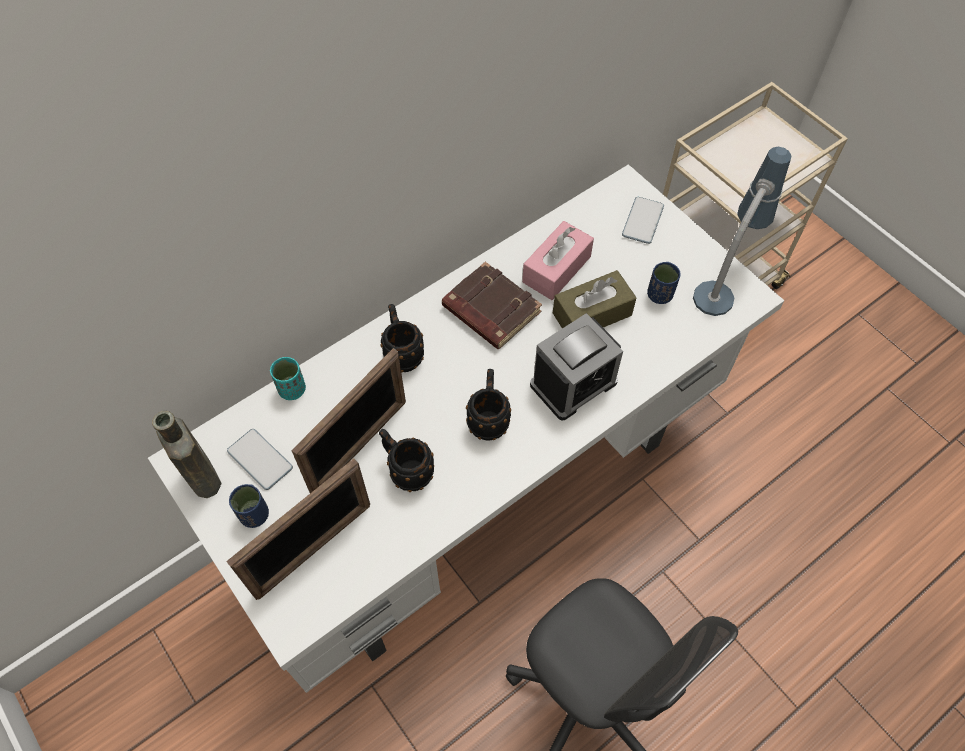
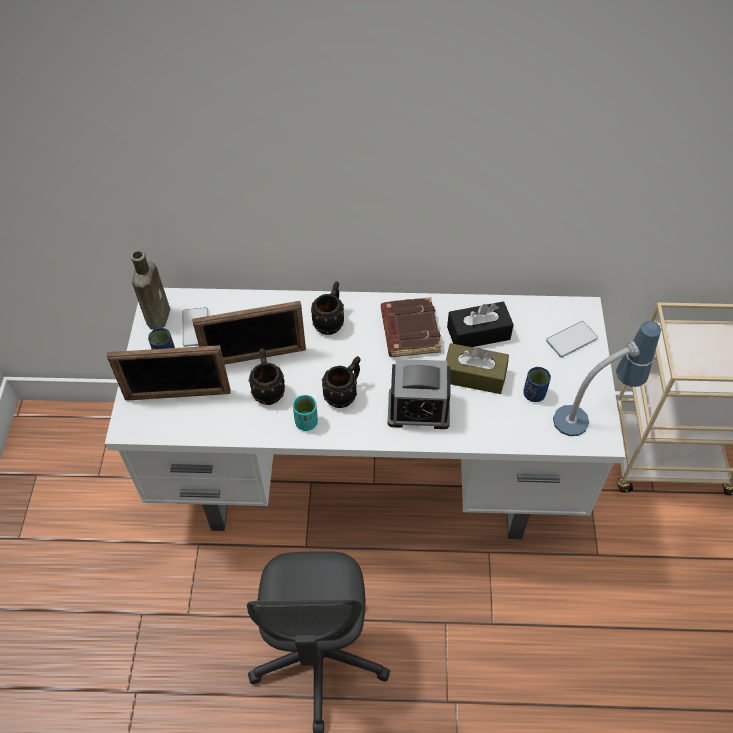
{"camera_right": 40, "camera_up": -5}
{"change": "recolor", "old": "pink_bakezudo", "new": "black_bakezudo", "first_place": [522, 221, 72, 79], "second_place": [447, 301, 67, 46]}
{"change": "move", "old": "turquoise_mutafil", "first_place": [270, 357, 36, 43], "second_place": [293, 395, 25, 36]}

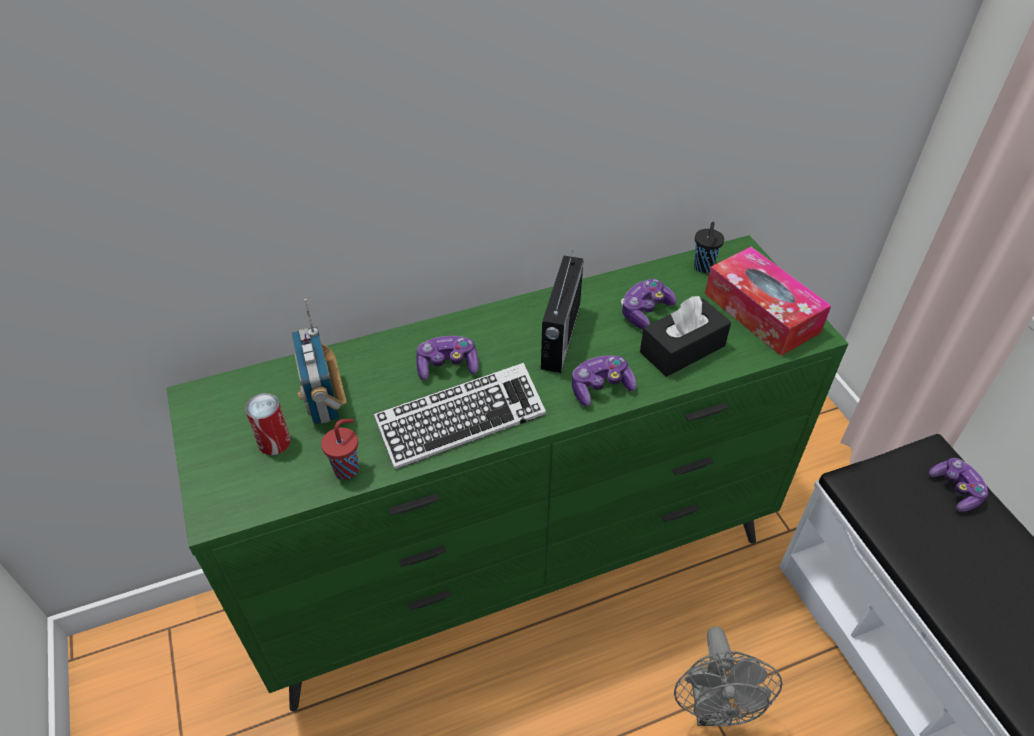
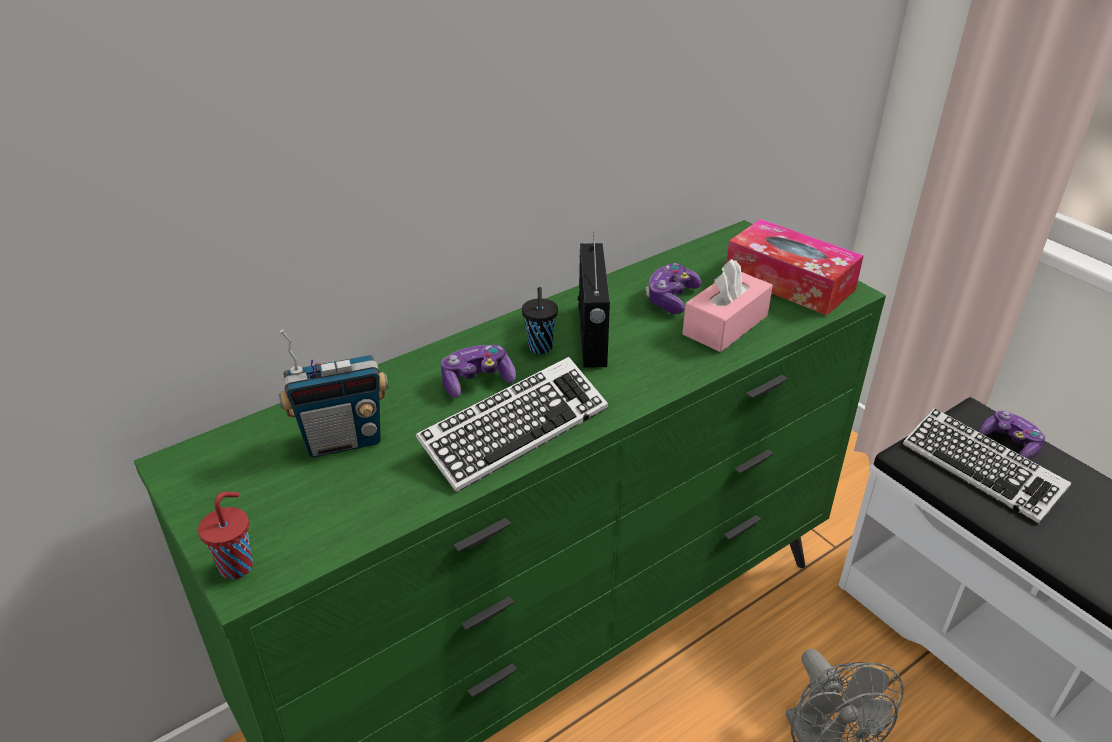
{"camera_right": -15, "camera_up": -10}
{"change": "move", "old": "black_mutafil", "first_place": [694, 222, 30, 51], "second_place": [522, 287, 36, 67]}
{"change": "recolor", "old": "black_bakezudo", "new": "pink_bakezudo", "first_place": [640, 296, 91, 81], "second_place": [682, 259, 91, 93]}
{"change": "rotate", "old": "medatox", "first_place": [292, 299, 54, 125], "second_place": [278, 329, 111, 128], "degrees": -75}
{"change": "delete", "old": "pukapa", "first_place": [572, 356, 65, 50]}
{"change": "delete", "old": "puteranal", "first_place": [245, 393, 46, 62]}
{"change": "move", "old": "red_mutafil", "first_place": [321, 419, 38, 61], "second_place": [198, 492, 55, 87]}
{"change": "insert", "new": "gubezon", "second_place": [903, 408, 168, 116]}

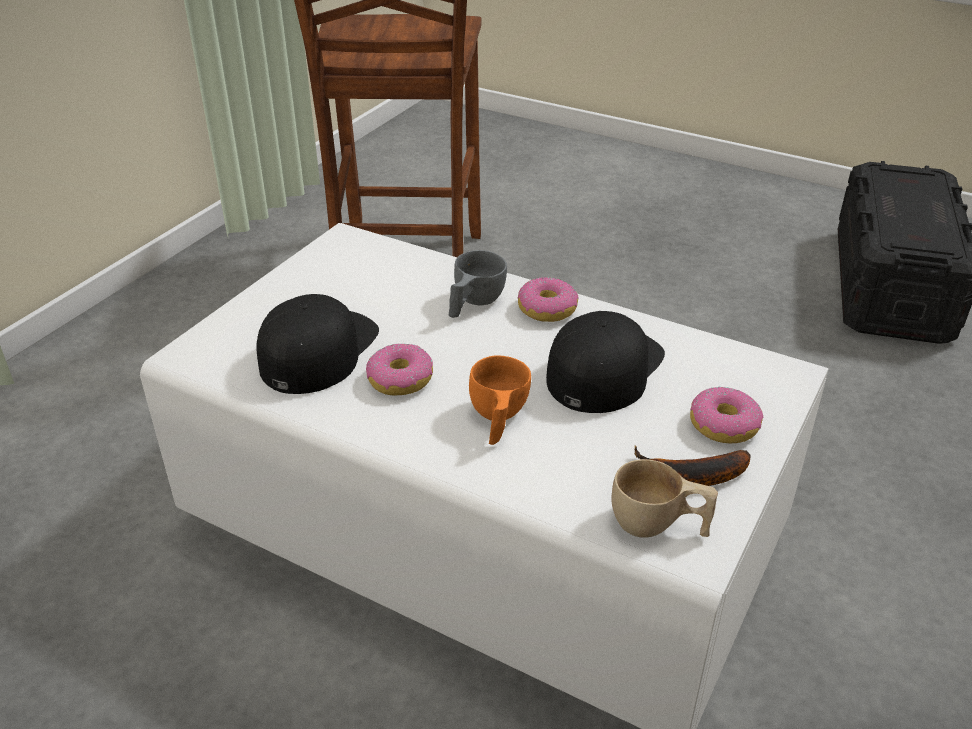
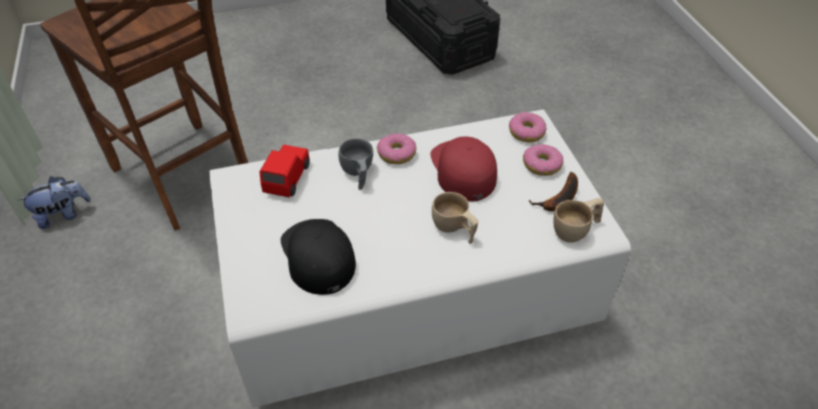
{"camera_right": -45, "camera_up": 10}
{"change": "recolor", "old": "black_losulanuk", "new": "red_losulanuk", "first_place": [546, 311, 119, 102], "second_place": [430, 136, 67, 65]}
{"change": "move", "old": "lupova", "first_place": [366, 343, 67, 53], "second_place": [509, 112, 38, 31]}
{"change": "recolor", "old": "orange_mutafil", "new": "beige_mutafil", "first_place": [469, 356, 62, 89], "second_place": [432, 192, 46, 52]}
{"change": "insert", "new": "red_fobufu", "second_place": [259, 145, 51, 52]}
{"change": "insert", "new": "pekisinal", "second_place": [17, 176, 74, 53]}

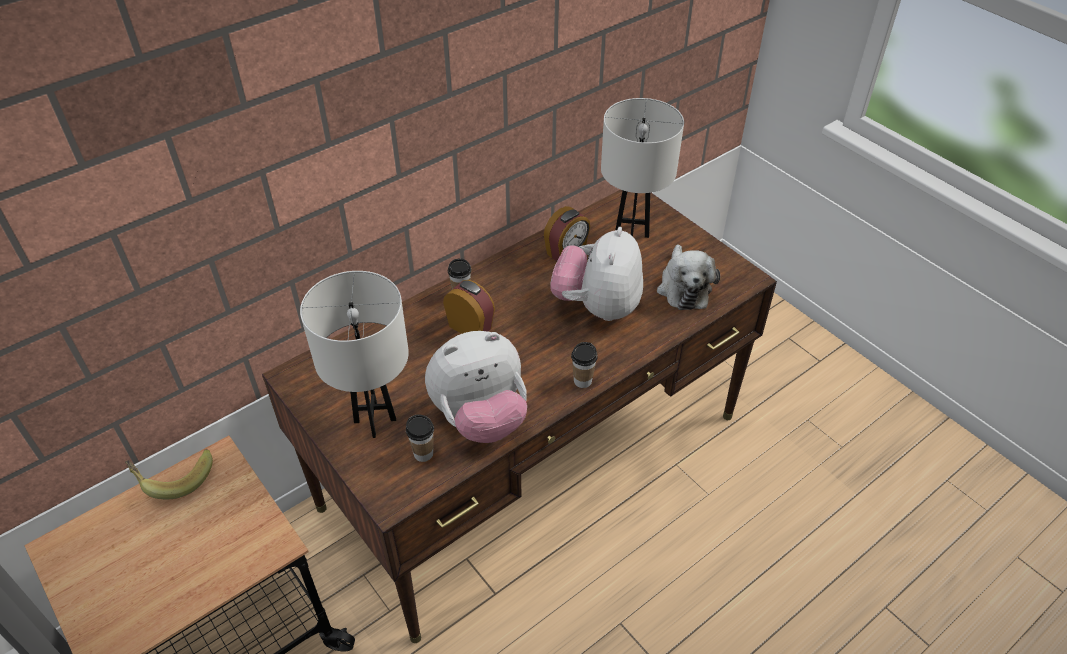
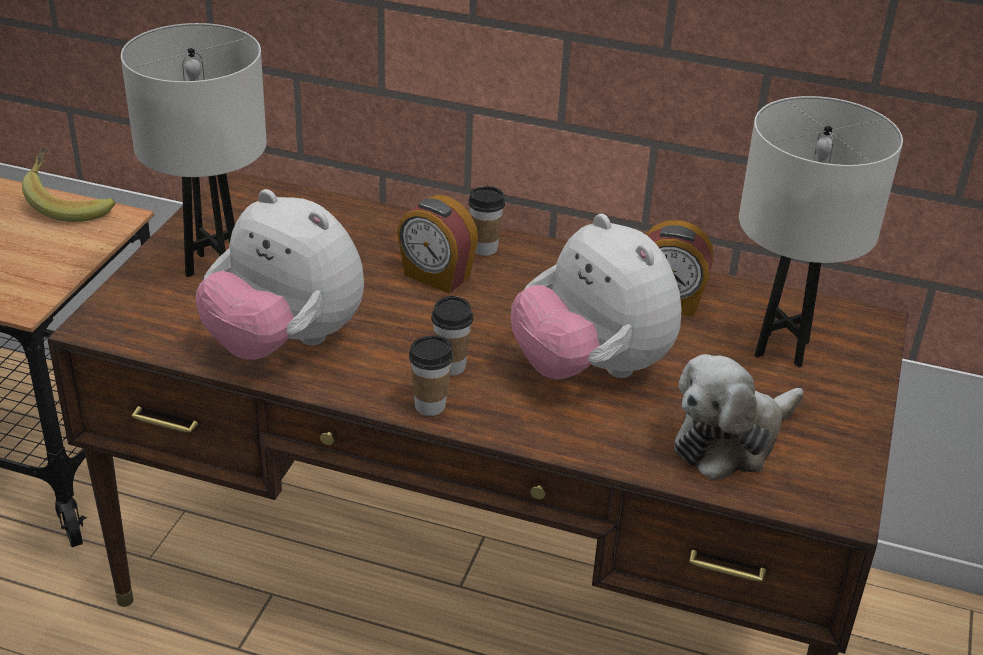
{"camera_right": 55, "camera_up": -10}
{"change": "rotate", "old": "pekisinal", "first_place": [550, 227, 93, 94], "second_place": [511, 214, 171, 165], "degrees": -105}
{"change": "rotate", "old": "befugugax", "first_place": [443, 280, 52, 54], "second_place": [397, 195, 81, 99], "degrees": 120}
{"change": "move", "old": "mutafil", "first_place": [406, 415, 28, 47], "second_place": [431, 296, 42, 80]}

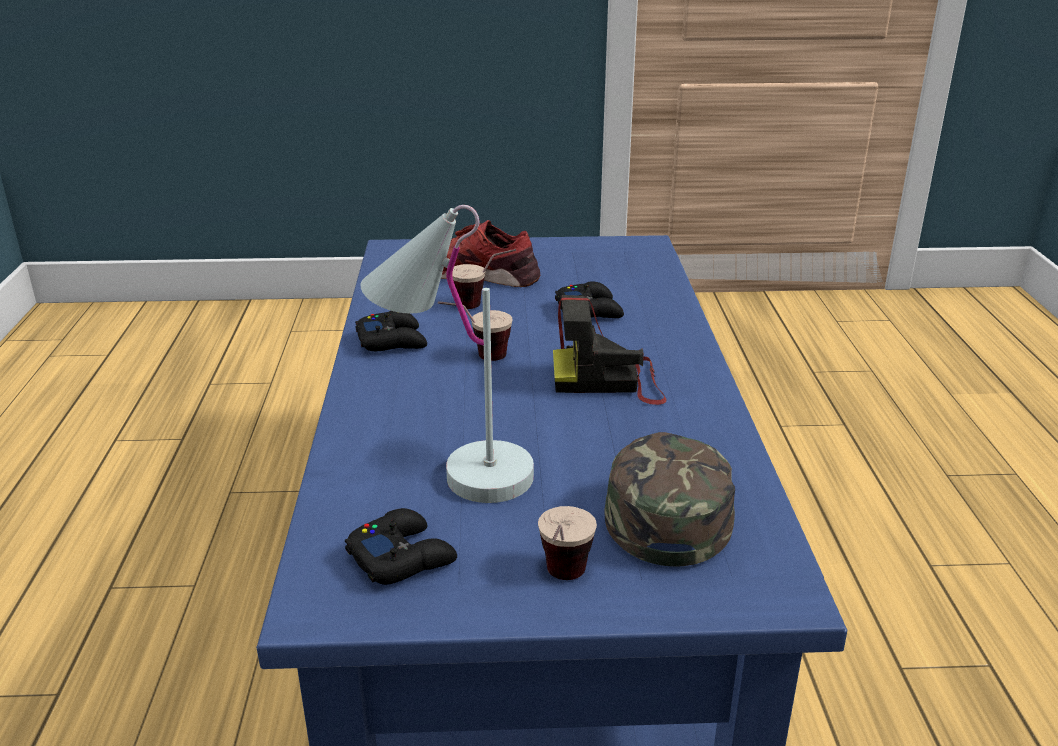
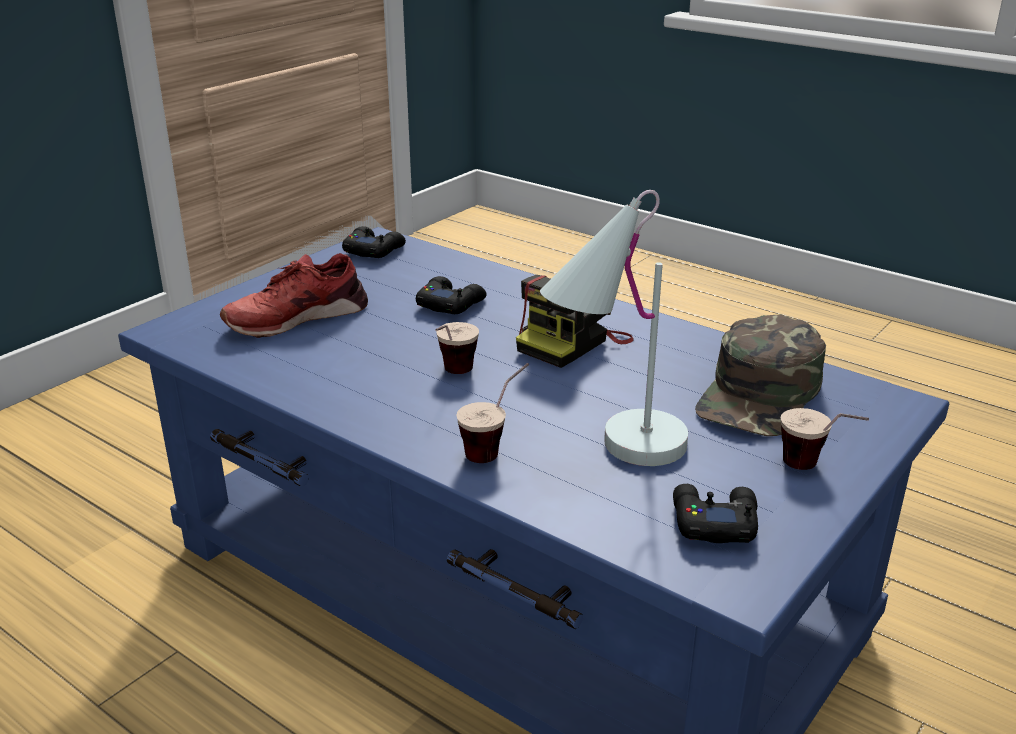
{"camera_right": -50, "camera_up": 0}
{"change": "move", "old": "mutafil", "first_place": [452, 249, 64, 60], "second_place": [456, 363, 73, 100]}
{"change": "move", "old": "black_pukapa", "first_place": [355, 311, 72, 40], "second_place": [342, 226, 64, 32]}
{"change": "rotate", "old": "green_losulanuk", "first_place": [605, 432, 130, 135], "second_place": [695, 315, 131, 121], "degrees": -105}

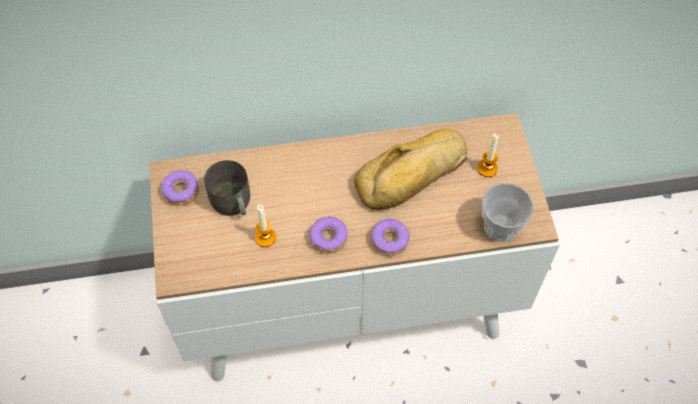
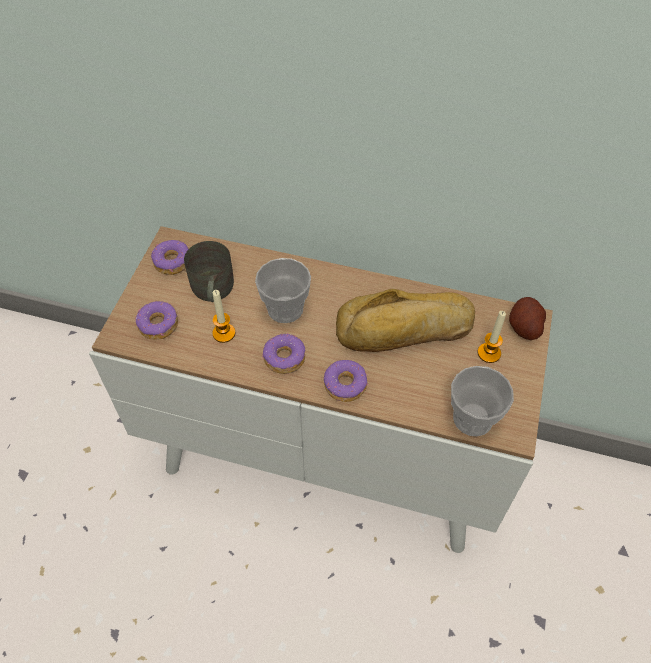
{"camera_right": 25, "camera_up": -5}
{"change": "insert", "new": "mutafil", "second_place": [255, 258, 56, 65]}
{"change": "insert", "new": "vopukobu", "second_place": [509, 297, 37, 43]}
{"change": "insert", "new": "lupova", "second_place": [135, 301, 43, 39]}

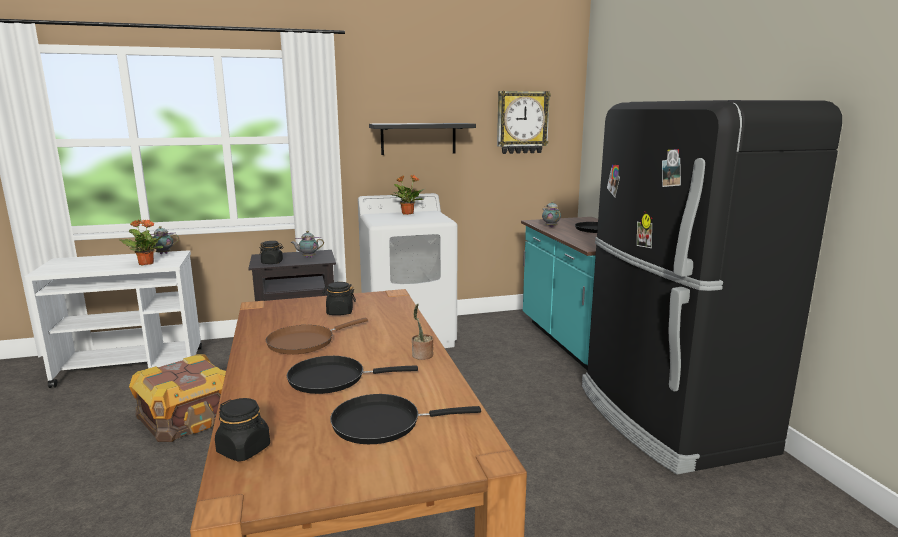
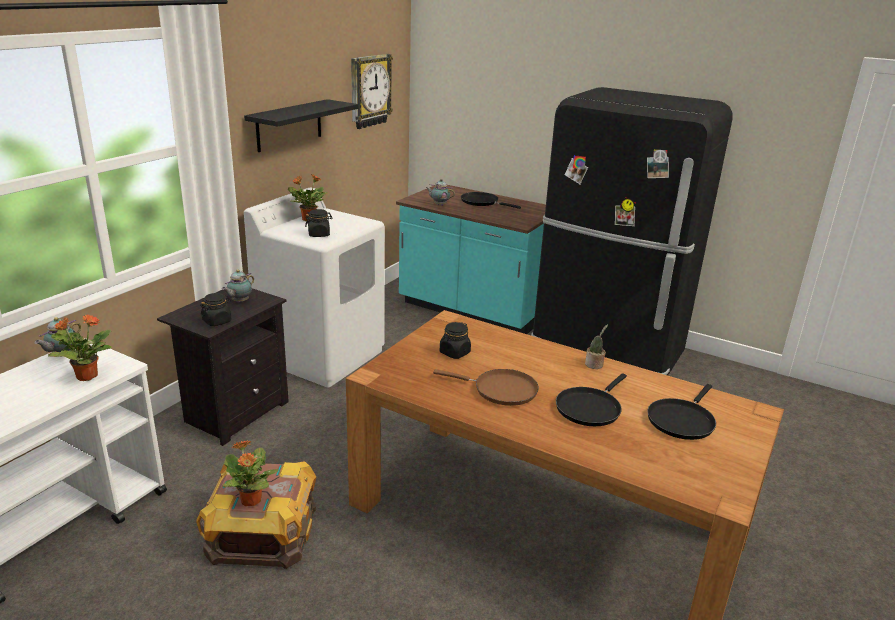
{"camera_right": -45, "camera_up": 10}
{"change": "rotate", "old": "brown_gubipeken", "first_place": [266, 318, 102, 36], "second_place": [433, 369, 106, 37], "degrees": -75}
{"change": "move", "old": "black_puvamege", "first_place": [215, 398, 55, 63], "second_place": [305, 209, 27, 28]}
{"change": "insert", "new": "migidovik", "second_place": [223, 440, 55, 66]}

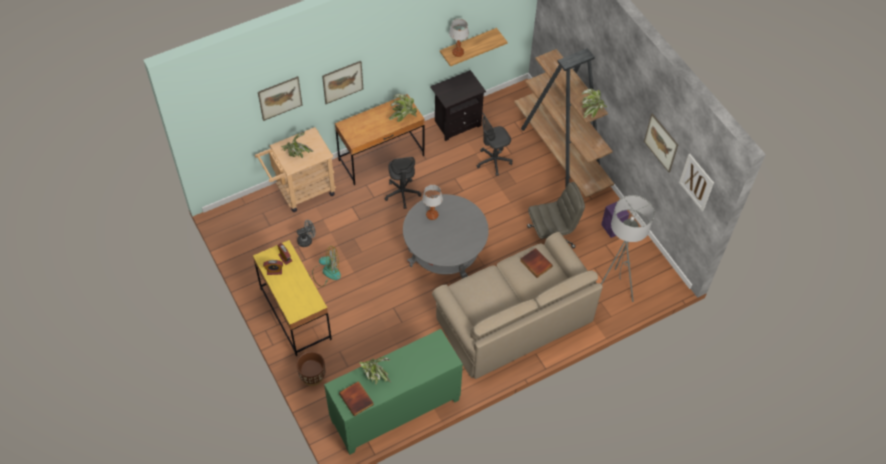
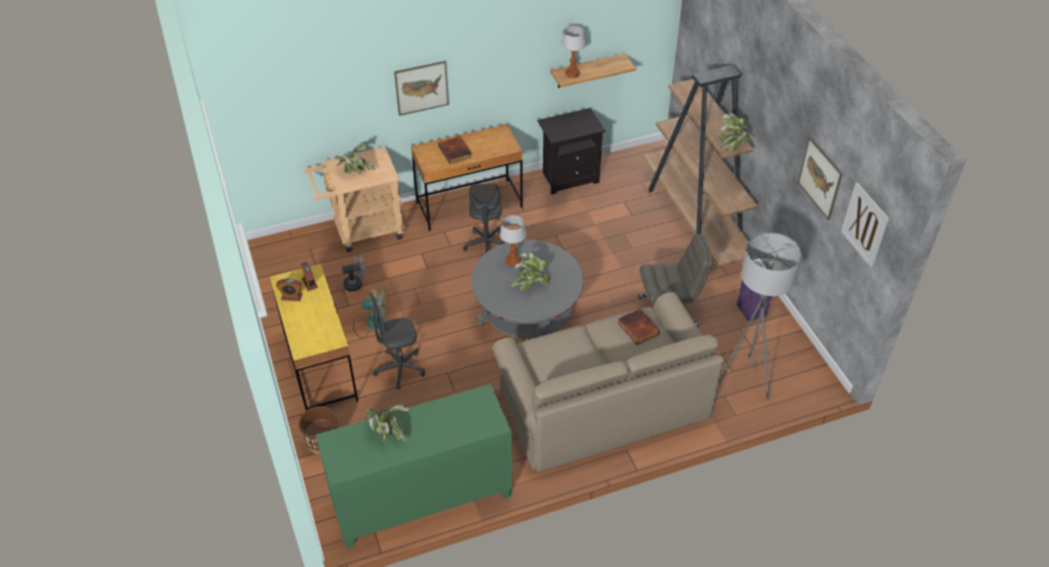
{"camera_right": 10, "camera_up": -10}
{"change": "delete", "old": "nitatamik", "first_place": [258, 76, 45, 45]}
{"change": "move", "old": "migidovik", "first_place": [389, 94, 28, 28], "second_place": [510, 252, 41, 39]}
{"change": "move", "old": "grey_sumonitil", "first_place": [477, 113, 35, 63], "second_place": [368, 292, 57, 98]}
{"change": "move", "old": "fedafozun", "first_place": [339, 381, 35, 35], "second_place": [438, 136, 34, 28]}

